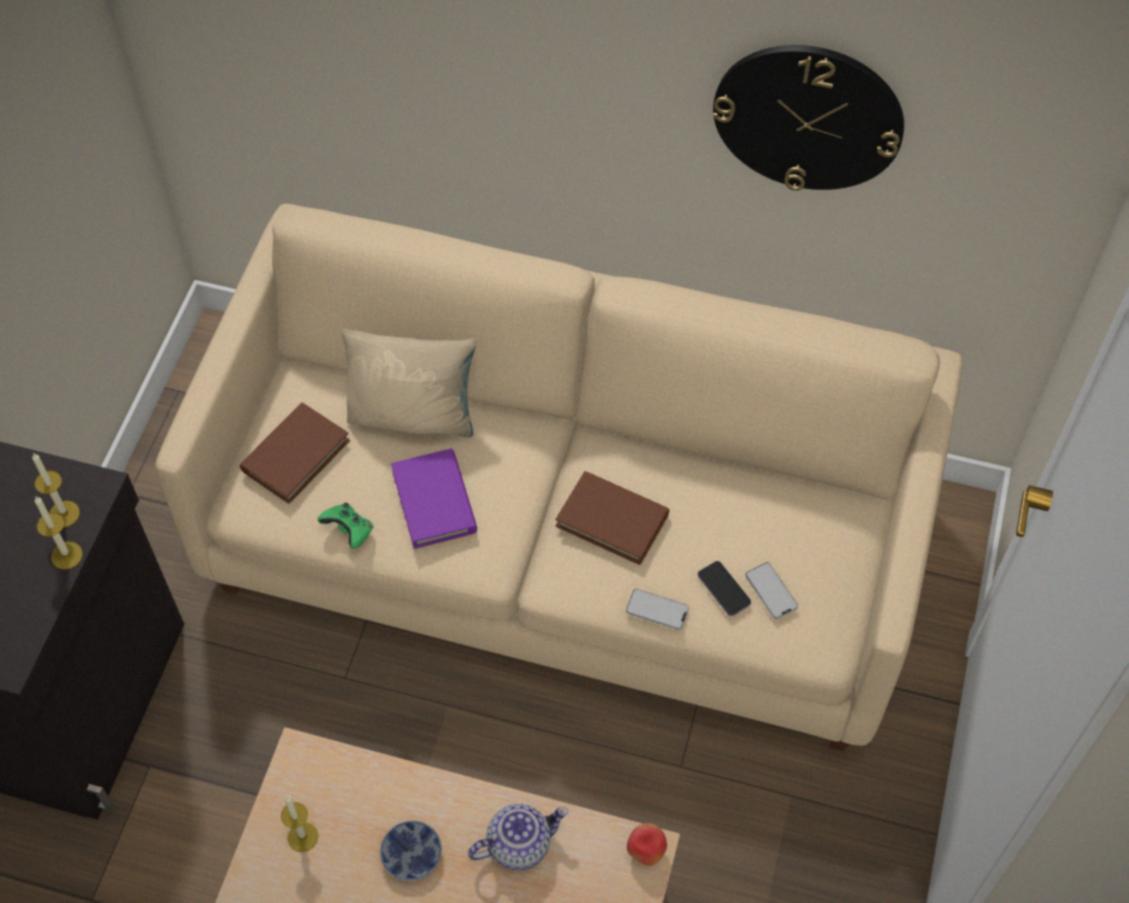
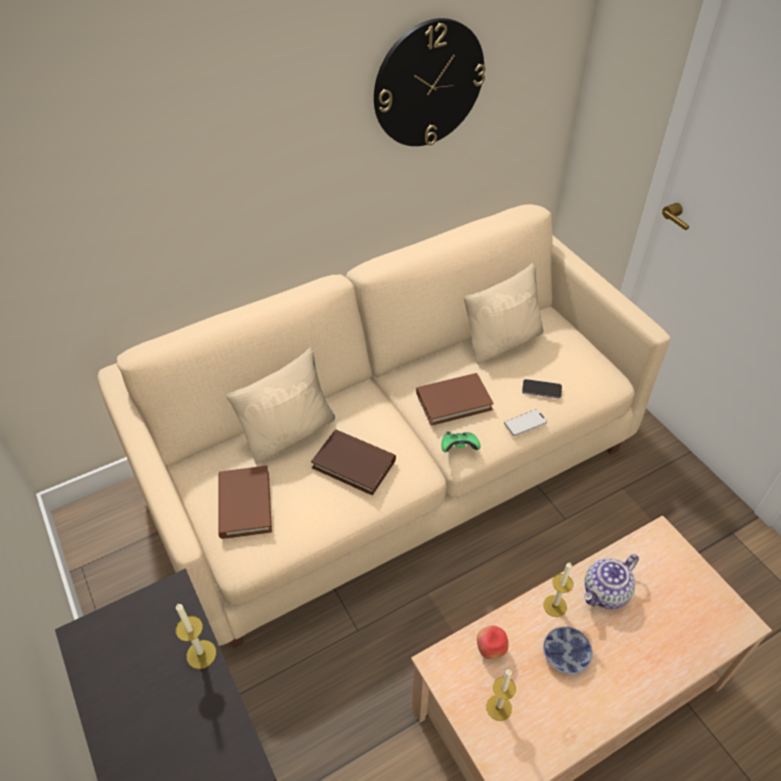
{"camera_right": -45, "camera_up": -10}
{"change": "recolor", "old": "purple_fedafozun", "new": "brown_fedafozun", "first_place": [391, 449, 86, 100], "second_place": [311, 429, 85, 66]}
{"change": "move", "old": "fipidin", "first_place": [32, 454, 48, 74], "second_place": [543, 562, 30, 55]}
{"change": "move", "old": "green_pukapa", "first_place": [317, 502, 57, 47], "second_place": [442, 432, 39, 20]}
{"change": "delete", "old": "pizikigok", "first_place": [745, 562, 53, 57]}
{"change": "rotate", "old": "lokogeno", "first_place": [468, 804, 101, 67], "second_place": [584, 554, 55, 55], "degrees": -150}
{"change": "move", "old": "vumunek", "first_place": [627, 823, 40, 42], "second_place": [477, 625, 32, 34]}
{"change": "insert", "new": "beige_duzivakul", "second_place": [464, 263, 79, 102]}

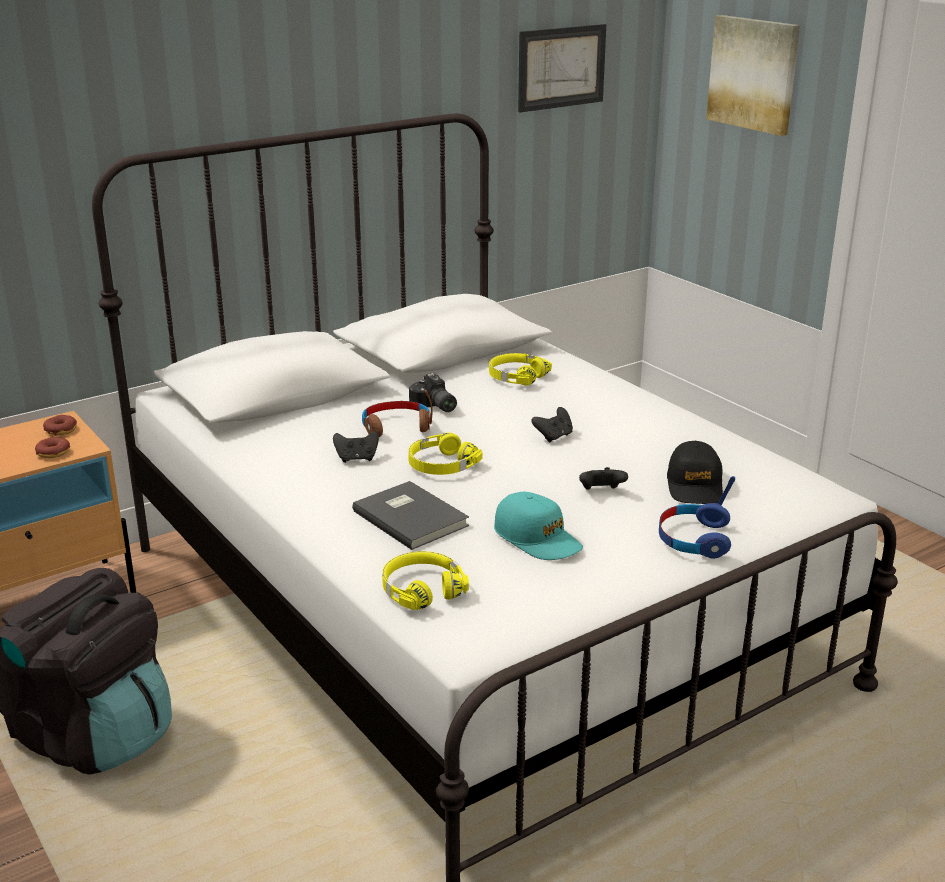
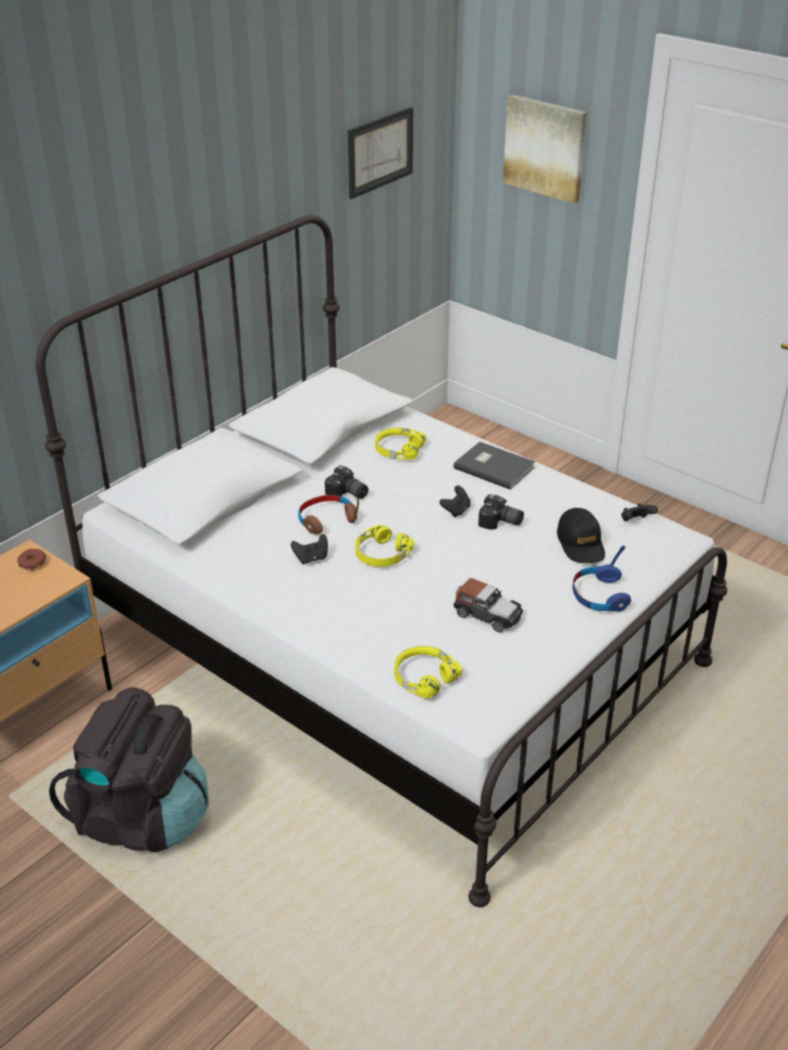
{"camera_right": -15, "camera_up": 10}
{"change": "delete", "old": "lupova", "first_place": [35, 437, 35, 21]}
{"change": "move", "old": "black_pukapa", "first_place": [579, 467, 49, 23], "second_place": [621, 503, 37, 18]}
{"change": "move", "old": "grey_fedafozun", "first_place": [352, 481, 117, 69], "second_place": [454, 442, 81, 48]}
{"change": "replace", "old": "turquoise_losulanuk", "new": "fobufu", "first_place": [494, 492, 89, 68], "second_place": [454, 578, 69, 54]}
{"change": "insert", "new": "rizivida", "second_place": [478, 494, 46, 36]}

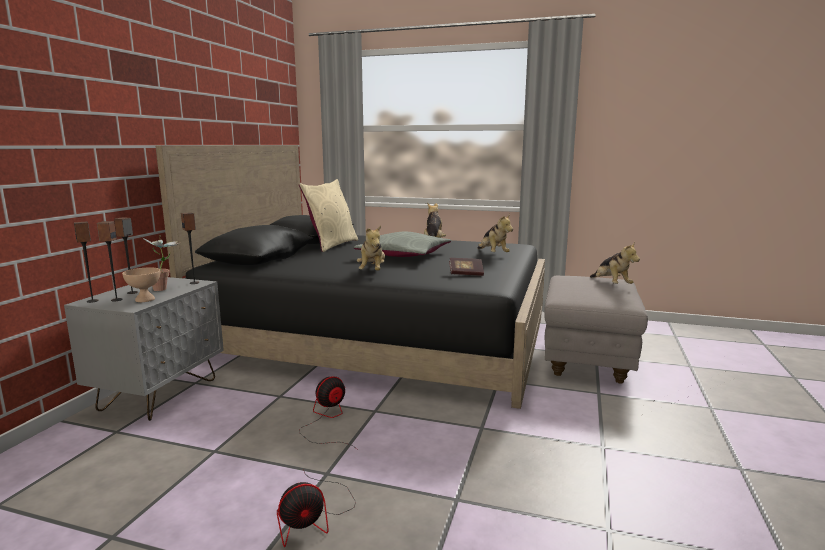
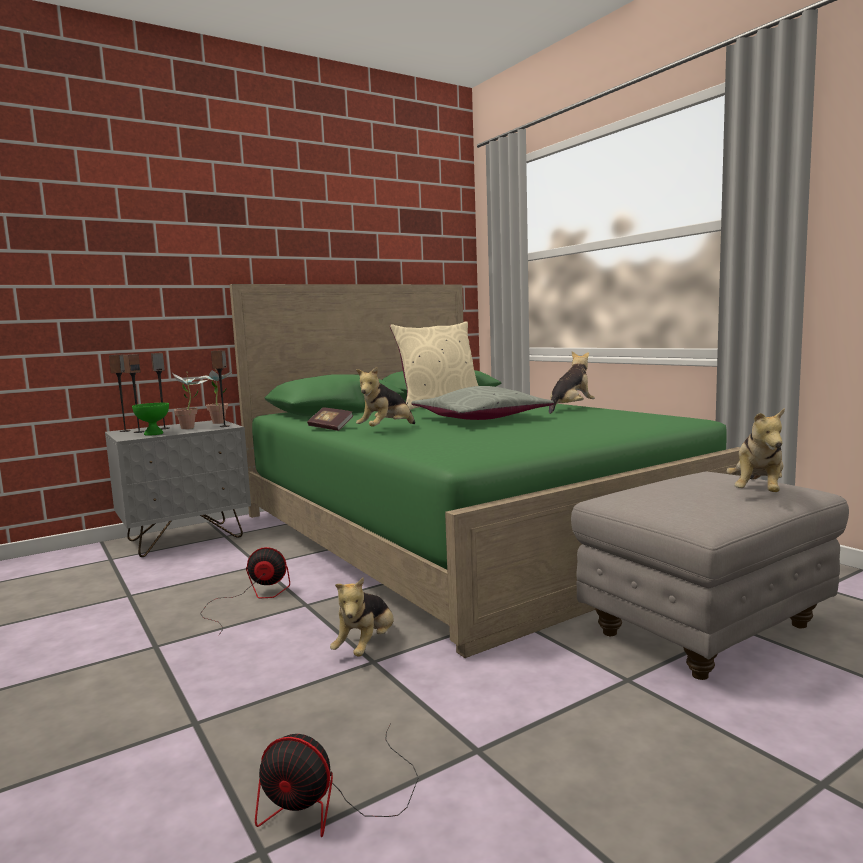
{"camera_right": 40, "camera_up": -5}
{"change": "recolor", "old": "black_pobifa", "new": "green_pobifa", "first_place": [156, 145, 389, 264], "second_place": [230, 284, 511, 374]}
{"change": "move", "old": "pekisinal", "first_place": [478, 214, 35, 38], "second_place": [330, 577, 64, 80]}
{"change": "move", "old": "fedafozun", "first_place": [449, 258, 35, 18], "second_place": [307, 407, 46, 24]}
{"change": "recolor", "old": "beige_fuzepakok", "new": "green_fuzepakok", "first_place": [122, 267, 38, 35], "second_place": [132, 403, 37, 33]}
{"change": "move", "old": "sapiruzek", "first_place": [277, 469, 79, 78], "second_place": [255, 723, 163, 114]}
{"change": "insert", "new": "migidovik", "second_place": [199, 369, 33, 55]}

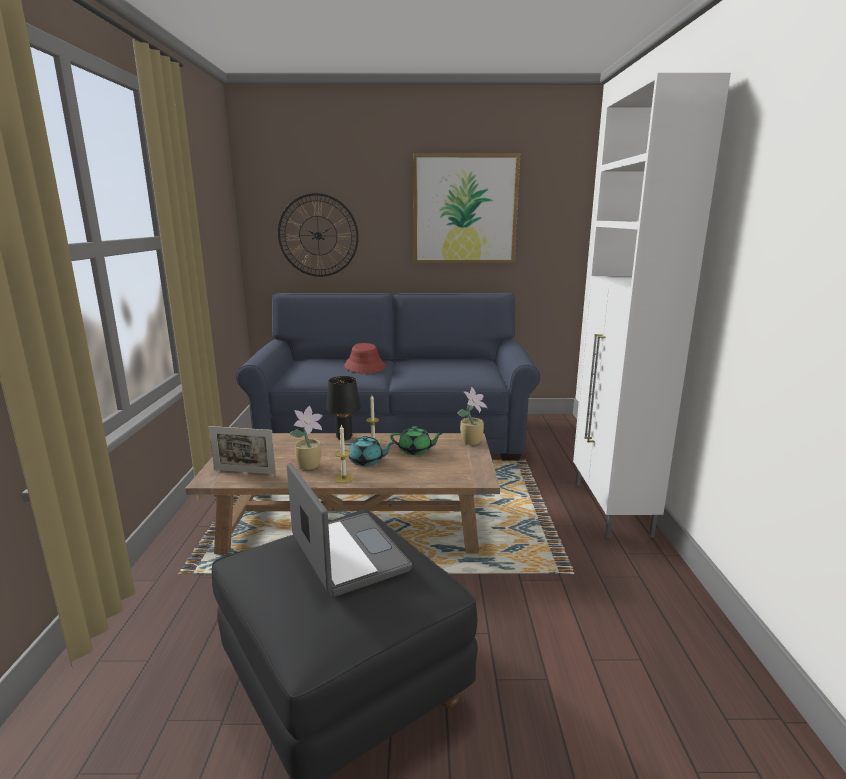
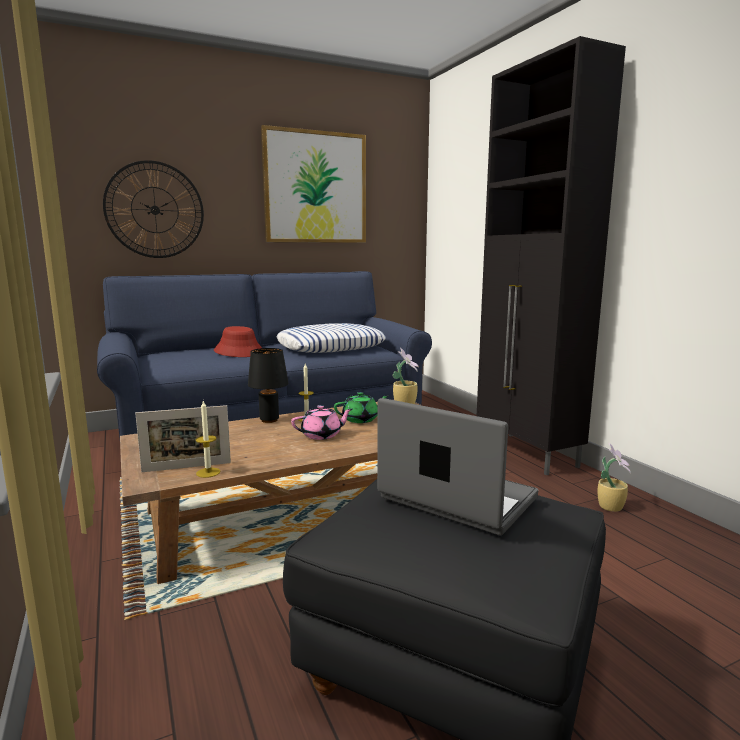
{"camera_right": -25, "camera_up": -5}
{"change": "recolor", "old": "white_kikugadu", "new": "black_kikugadu", "first_place": [573, 73, 158, 465], "second_place": [477, 36, 149, 439]}
{"change": "move", "old": "migidovik", "first_place": [289, 406, 34, 64], "second_place": [597, 443, 34, 69]}
{"change": "move", "old": "fipidin", "first_place": [335, 424, 18, 59], "second_place": [196, 401, 25, 77]}
{"change": "recolor", "old": "turquoise_lokogeno", "new": "pink_lokogeno", "first_place": [340, 436, 54, 30], "second_place": [291, 405, 61, 35]}
{"change": "insert", "new": "duzivakul", "second_place": [276, 323, 110, 30]}

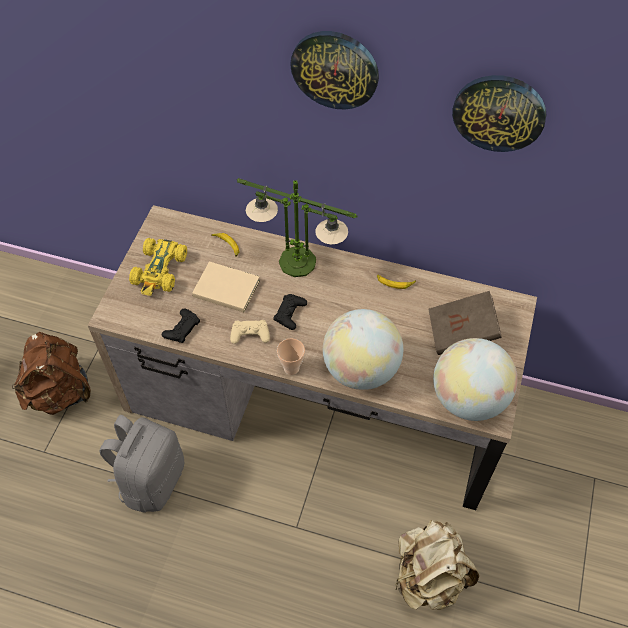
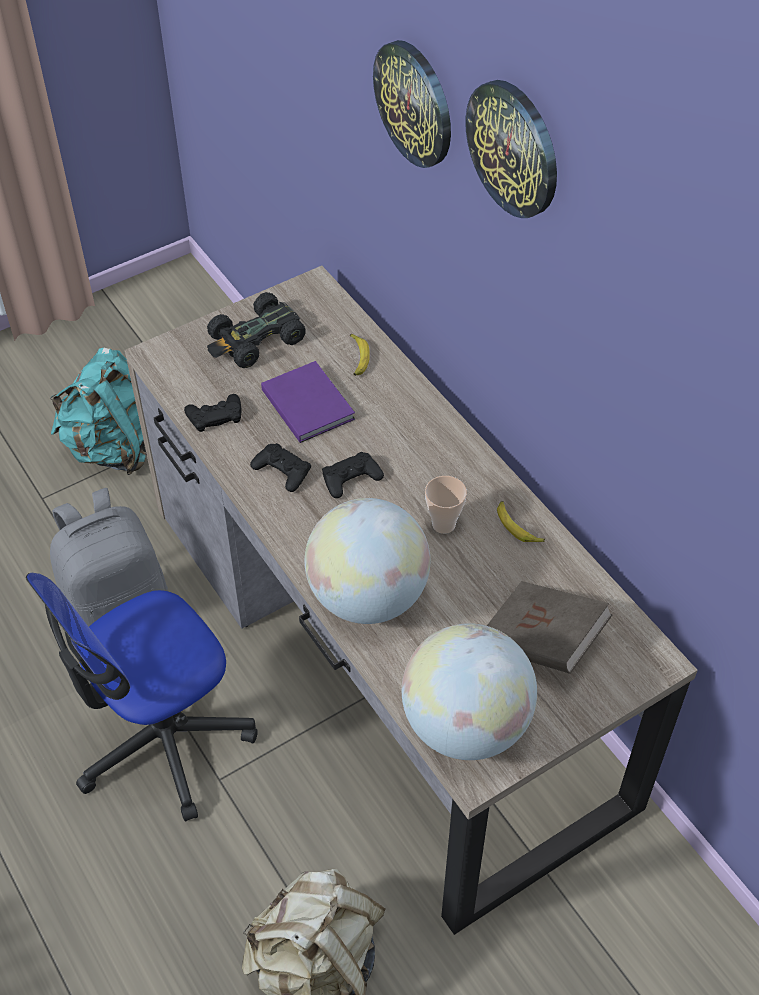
{"camera_right": 40, "camera_up": -5}
{"change": "move", "old": "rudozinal", "first_place": [452, 75, 94, 77], "second_place": [373, 40, 78, 128]}
{"change": "delete", "old": "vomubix", "first_place": [236, 178, 121, 99]}
{"change": "recolor", "old": "yellow_fobufu", "new": "black_fobufu", "first_place": [129, 238, 58, 58], "second_place": [207, 292, 98, 76]}
{"change": "recolor", "old": "beige_fedafozun", "new": "purple_fedafozun", "first_place": [192, 262, 68, 51], "second_place": [261, 361, 94, 82]}
{"change": "recolor", "old": "beige_pukapa", "new": "black_pukapa", "first_place": [230, 320, 40, 24], "second_place": [250, 443, 61, 49]}
{"change": "recolor", "old": "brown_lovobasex", "new": "turquoise_lovobasex", "first_place": [12, 332, 79, 83], "second_place": [50, 348, 97, 127]}
{"change": "move", "old": "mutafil", "first_place": [277, 338, 28, 37], "second_place": [425, 476, 42, 58]}
{"change": "insert", "new": "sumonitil", "second_place": [26, 573, 232, 249]}

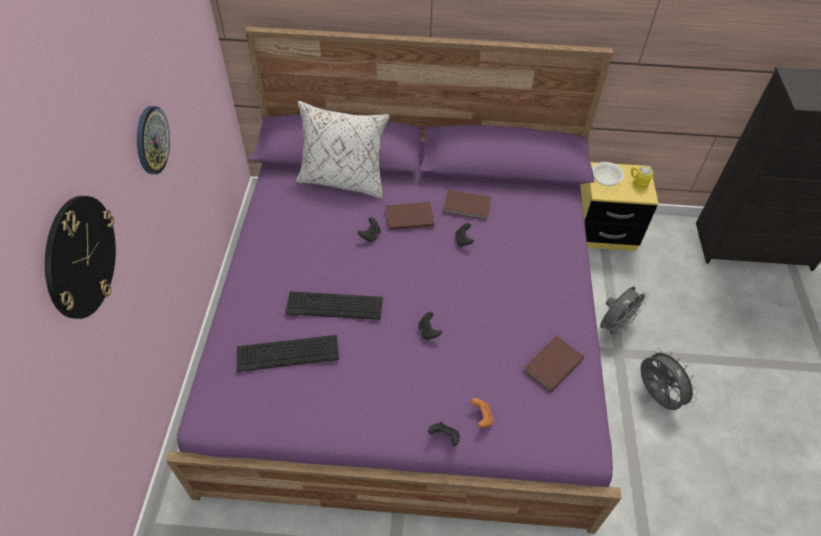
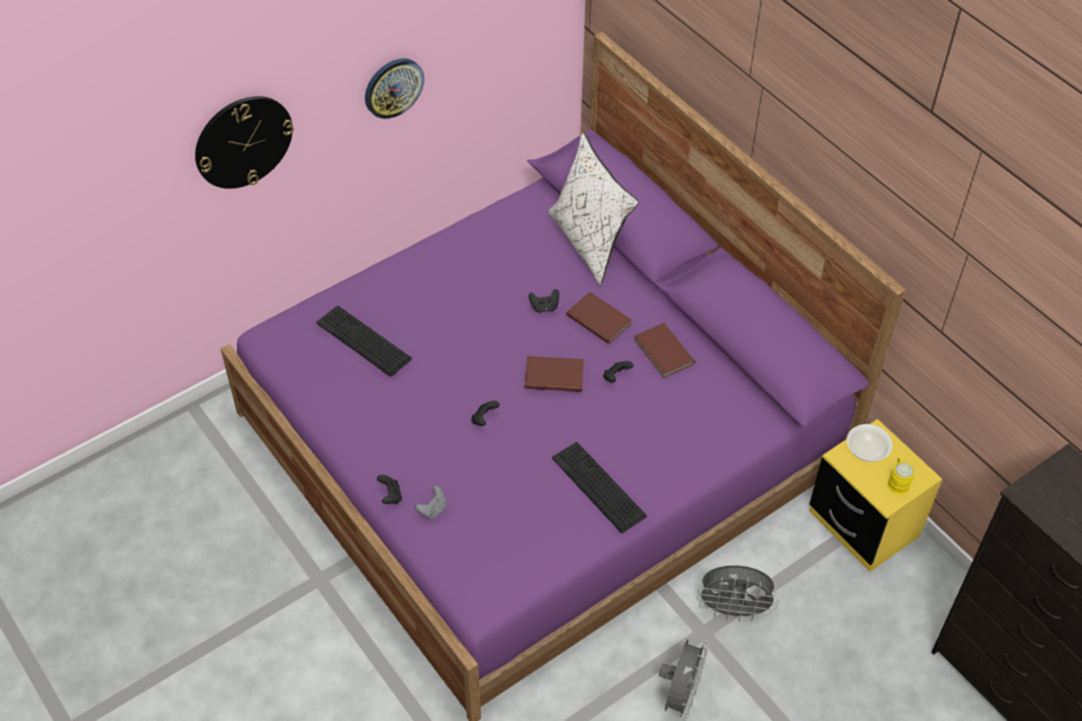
{"camera_right": 50, "camera_up": 0}
{"change": "move", "old": "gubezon", "first_place": [285, 291, 98, 29], "second_place": [552, 442, 95, 91]}
{"change": "move", "old": "brown_fedafozun", "first_place": [523, 336, 61, 56], "second_place": [525, 356, 59, 36]}
{"change": "recolor", "old": "orange_pukapa", "new": "grey_pukapa", "first_place": [470, 398, 24, 30], "second_place": [415, 486, 32, 33]}

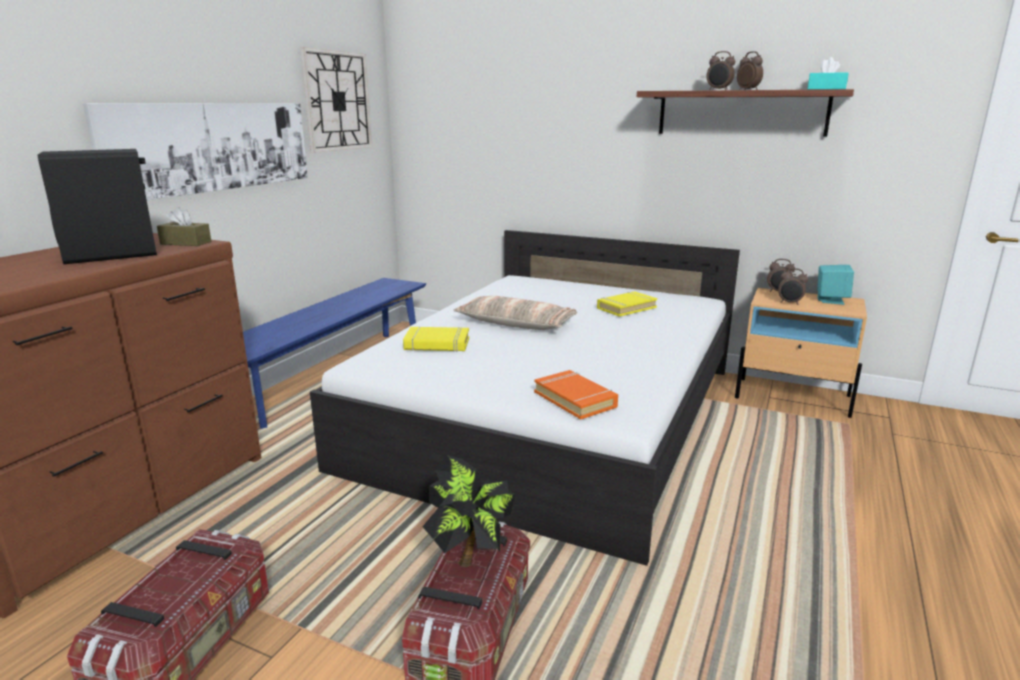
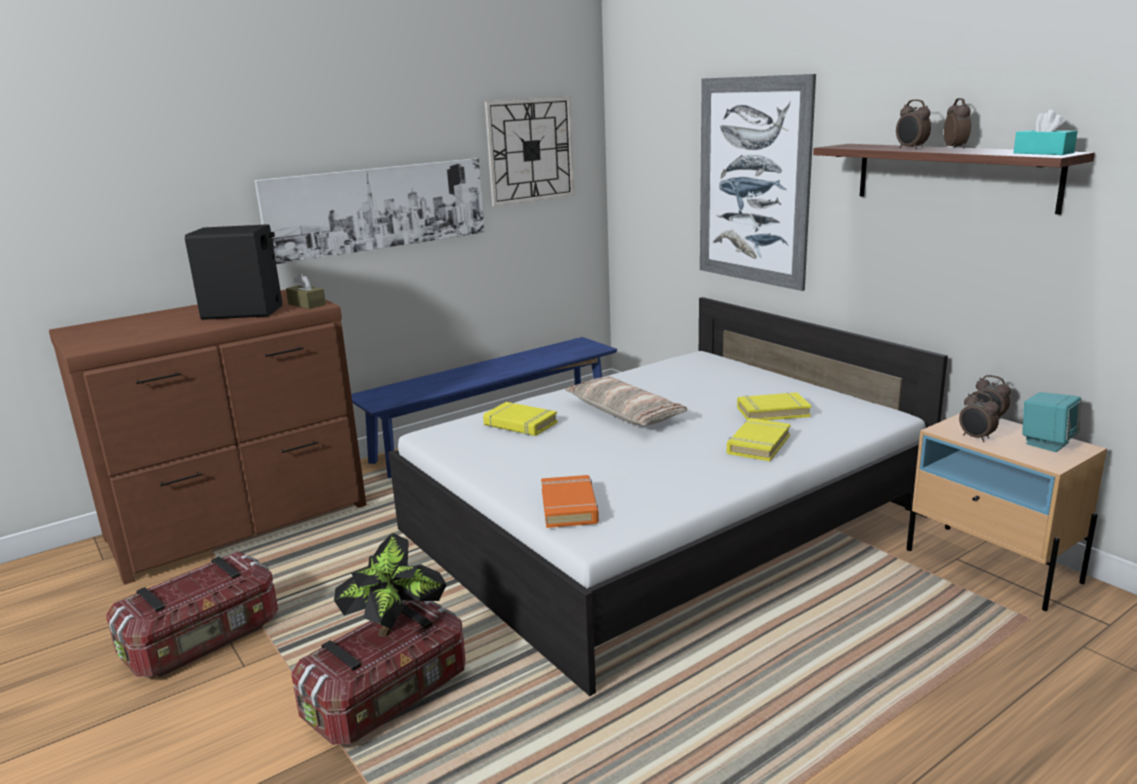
{"camera_right": 30, "camera_up": 0}
{"change": "insert", "new": "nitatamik", "second_place": [700, 74, 116, 217]}
{"change": "insert", "new": "yellow_fedafozun", "second_place": [727, 418, 64, 43]}

